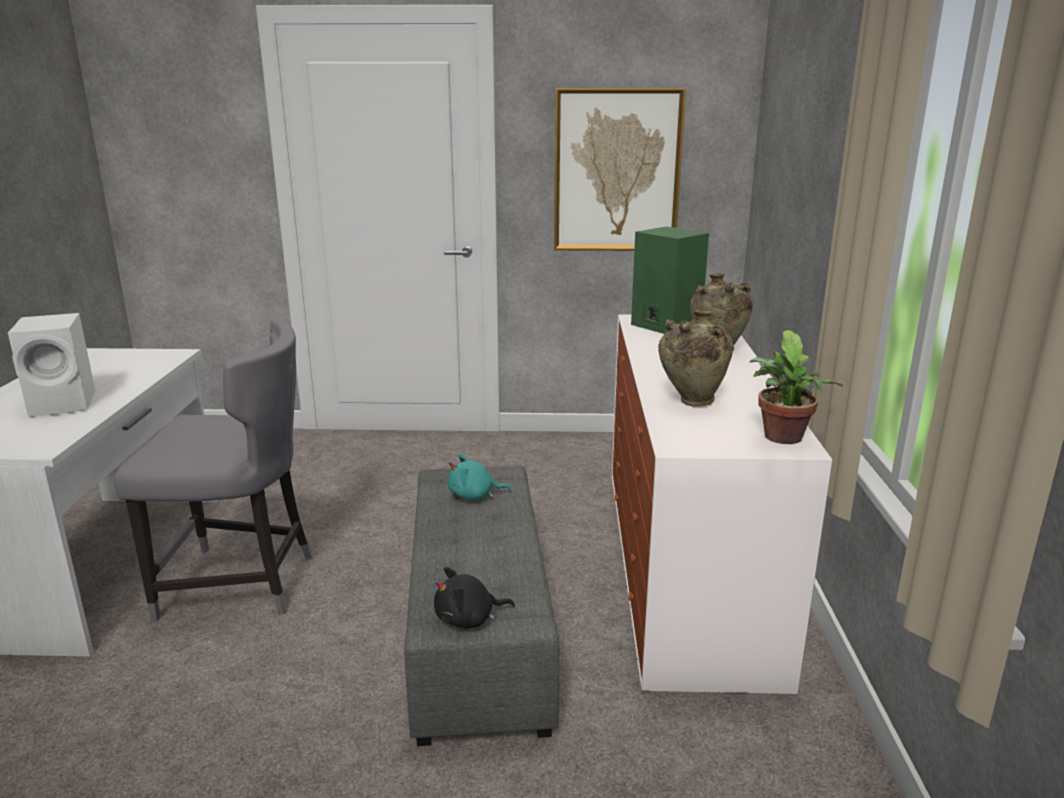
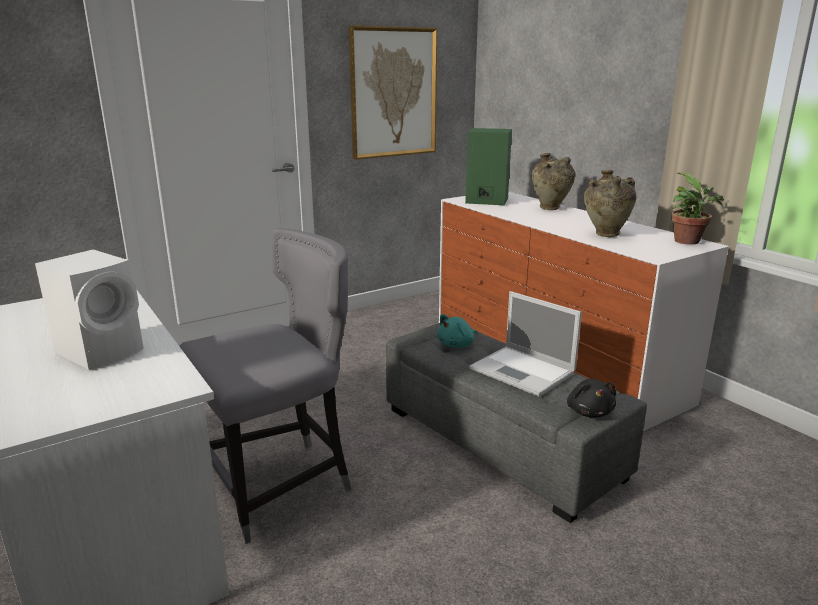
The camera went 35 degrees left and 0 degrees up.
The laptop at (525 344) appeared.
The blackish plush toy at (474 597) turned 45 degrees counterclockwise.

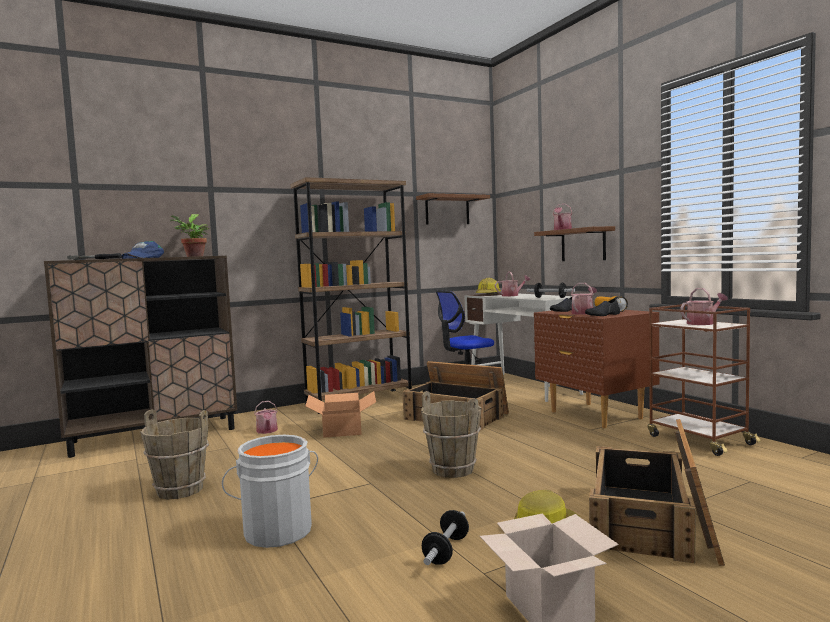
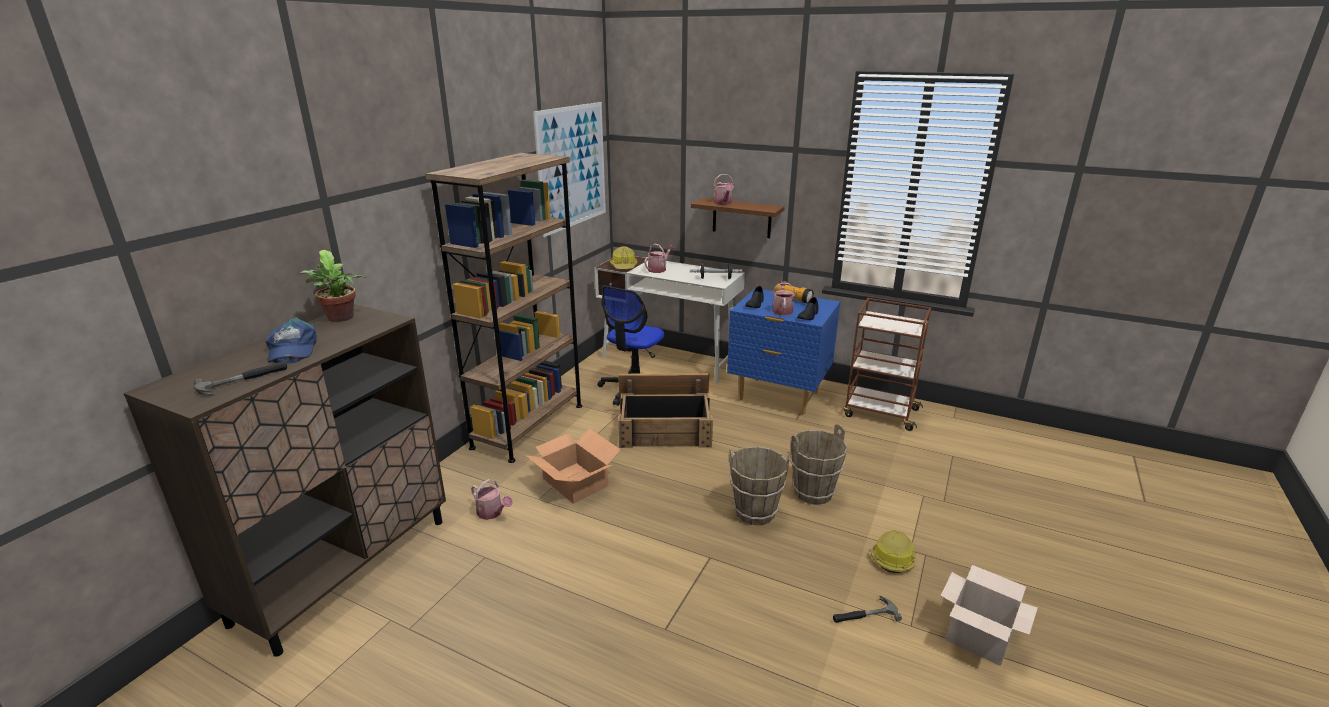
The camera went 35 degrees left and 20 degrees up.
The greyish pail at (270 491) disappeared.
The shipping crate at (657 492) disappeared.
The watering pot at (704 306) disappeared.
The brown pail moved from (174 454) to (819 464).
The brown bracket shelf at (453 208) was replaced by the wall art at (569 169).
The dumbbell at (445 537) was replaced by the hammer at (867 609).
The brown nightstand at (596 367) became the bluish nightstand at (783 351).

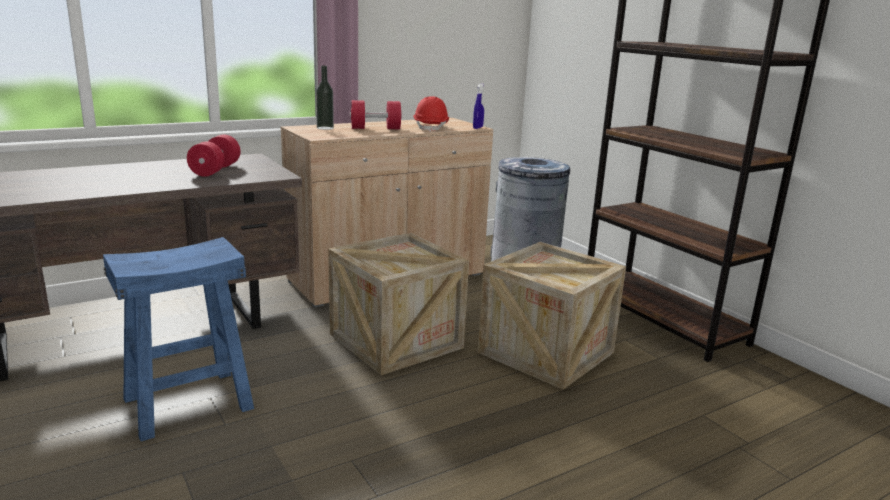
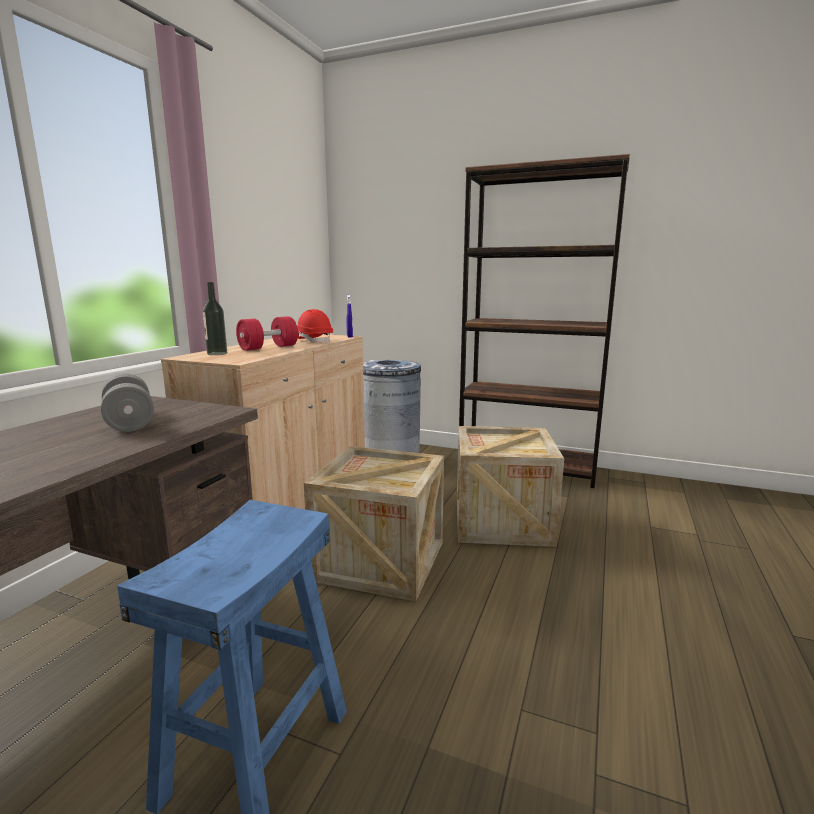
The camera went 35 degrees left and 5 degrees down.
The reddish dumbbell at (213 155) became the greyish dumbbell at (127 402).

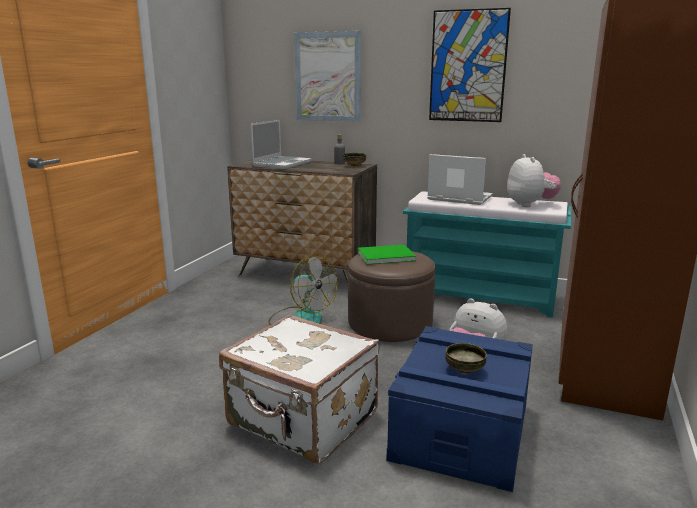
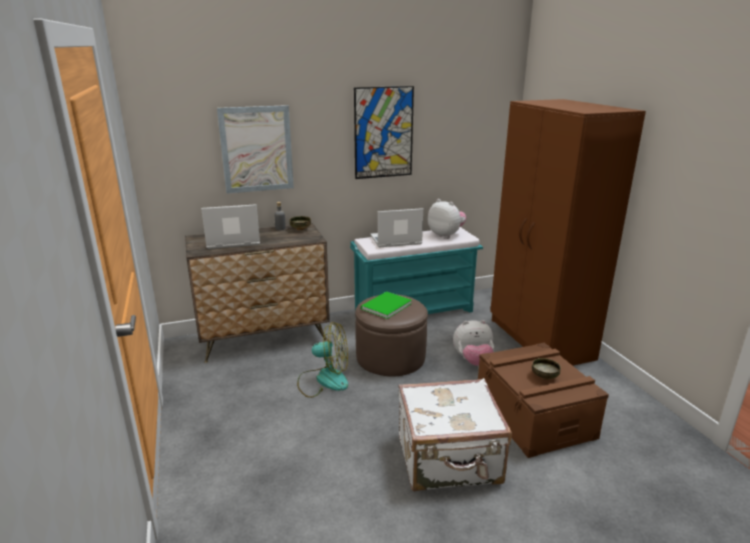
The camera went 40 degrees left and 5 degrees up.
The bluish storage bin at (459 409) became the brown storage bin at (543 400).
The laptop at (281 144) turned 90 degrees counterclockwise.

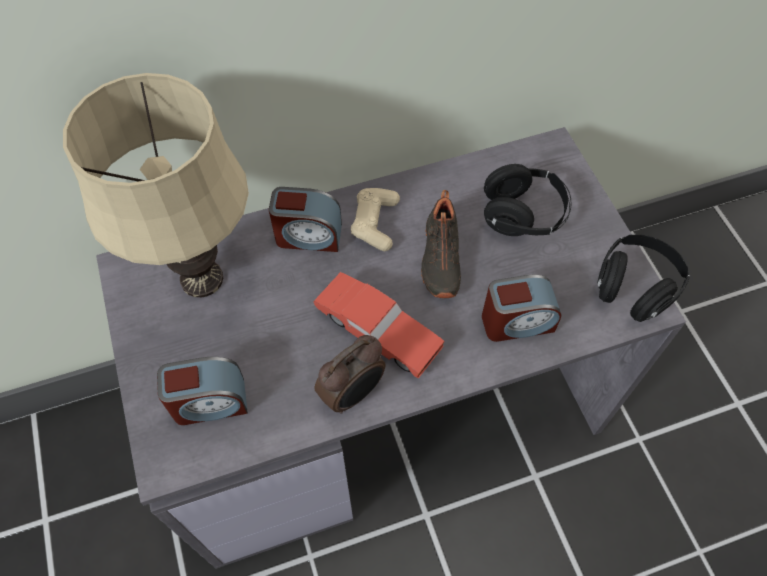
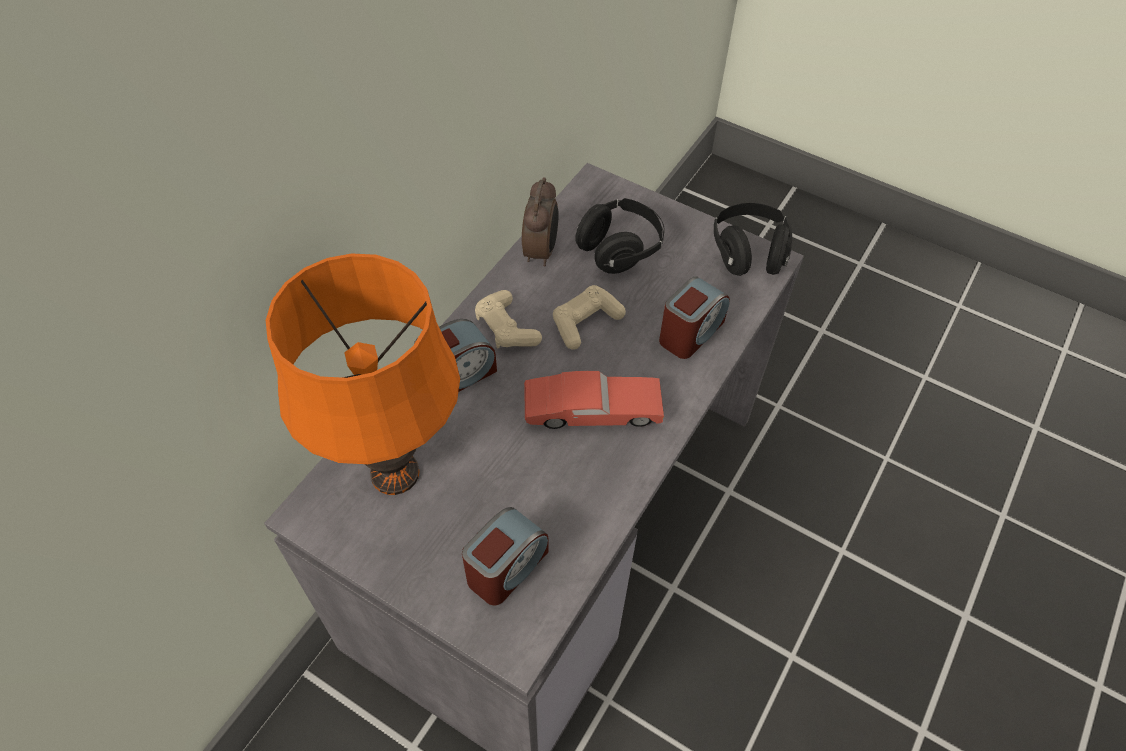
The camera went 40 degrees left and 5 degrees down.
The bedside clock moved from (350 374) to (540 222).
The blackish item of footwear at (441 244) was replaced by the sand-coloured joypad at (589 317).
The sand-coloured tabletop lamp at (156 185) became the orange-coloured tabletop lamp at (363 374).

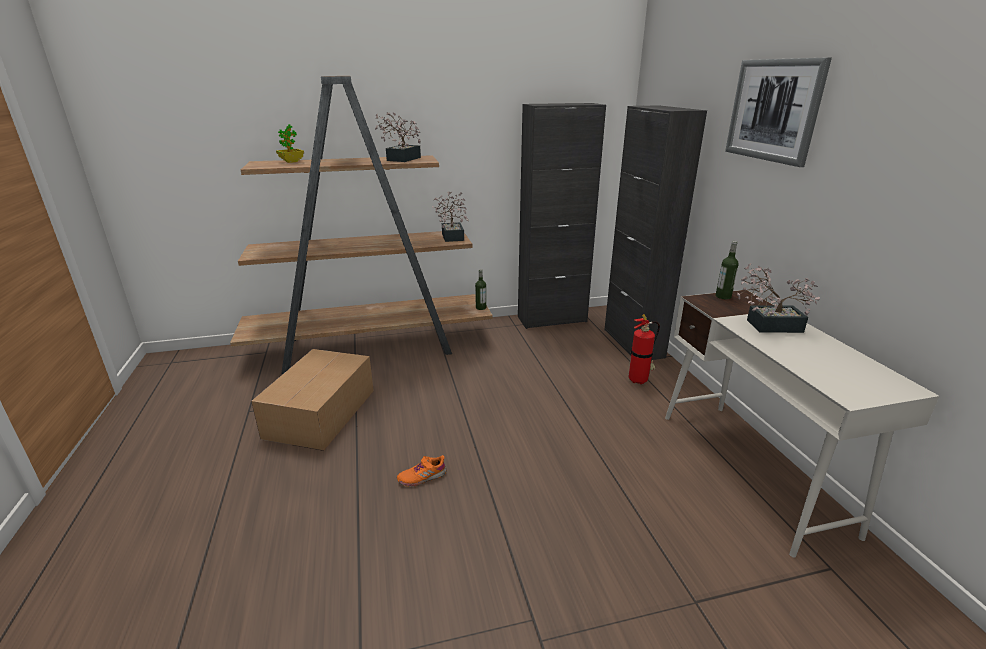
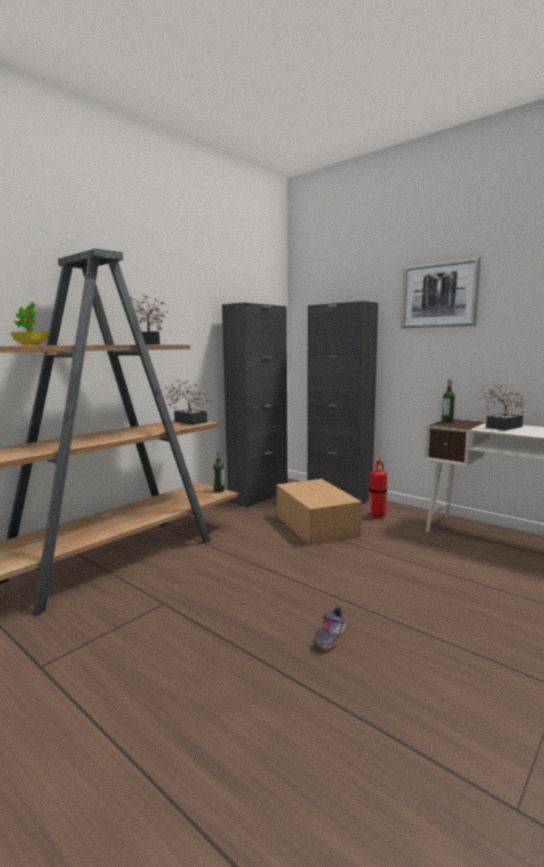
The camera went 35 degrees left and 15 degrees down.
The carton moved from (312 400) to (319 512).
The orange-coloured item of footwear at (421 470) became the greyish item of footwear at (329 628).

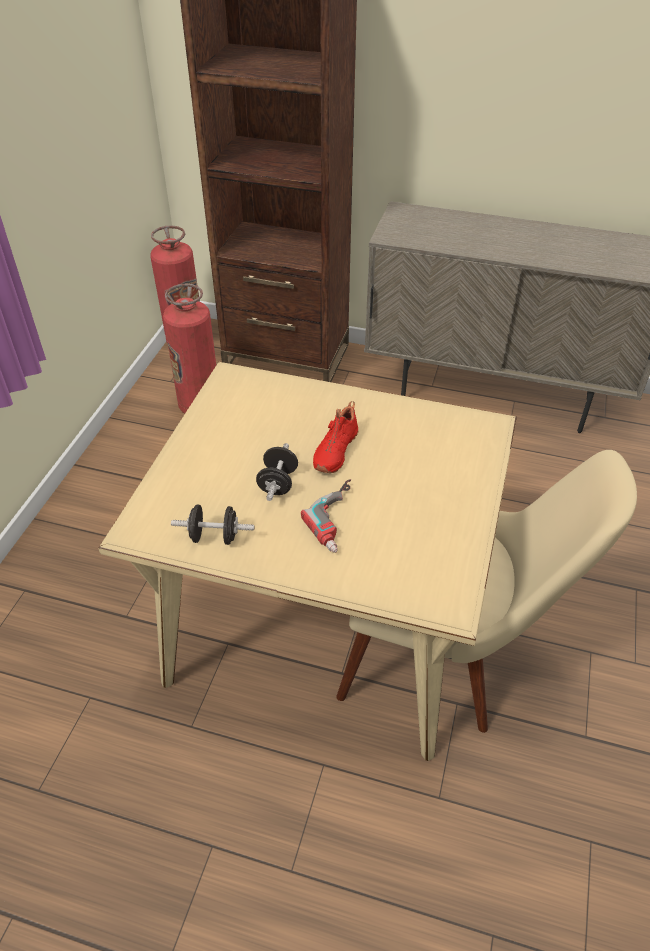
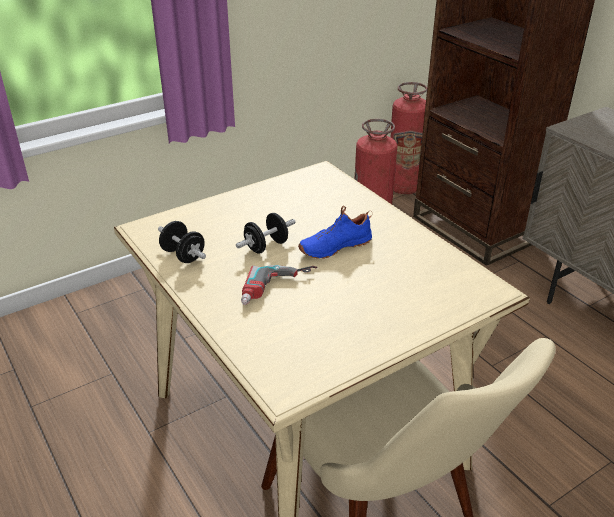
The camera went 40 degrees right and 10 degrees down.
The reddish item of footwear at (335 437) became the bluish item of footwear at (335 232).

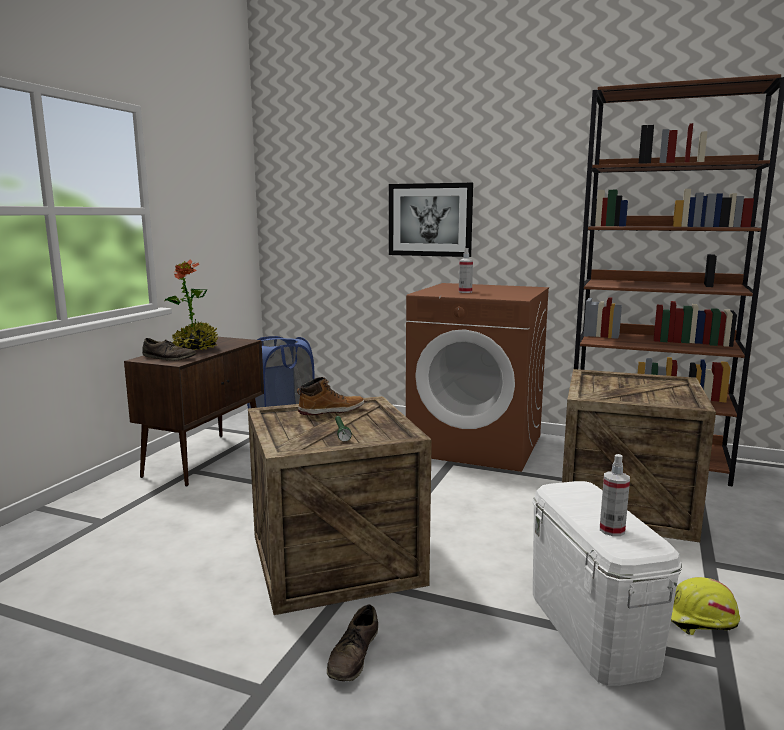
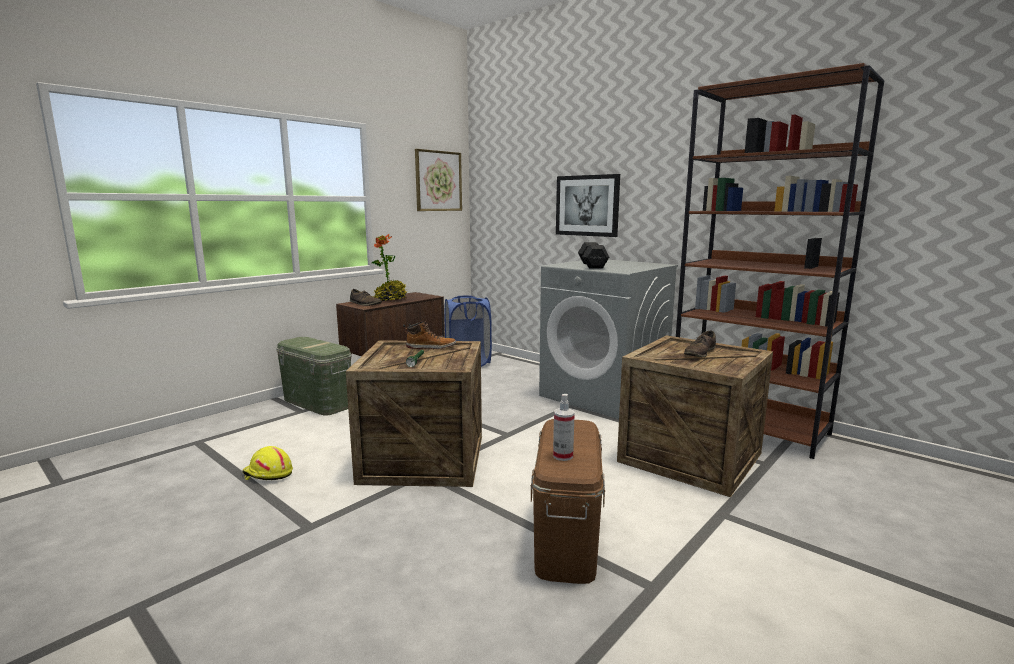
The camera went 20 degrees right and 0 degrees up.
The green-coloured storage bin at (313 376) appeared.
The wall art at (438 180) appeared.
The brown item of footwear moved from (352 642) to (700 343).
The yellowish hard hat moved from (705 606) to (267 463).
The sprayer at (466 270) was replaced by the blackish dumbbell at (593 255).
The brown washing machine at (477 377) became the greyish washing machine at (608 339).
The white storage bin at (607 583) became the brown storage bin at (568 501).

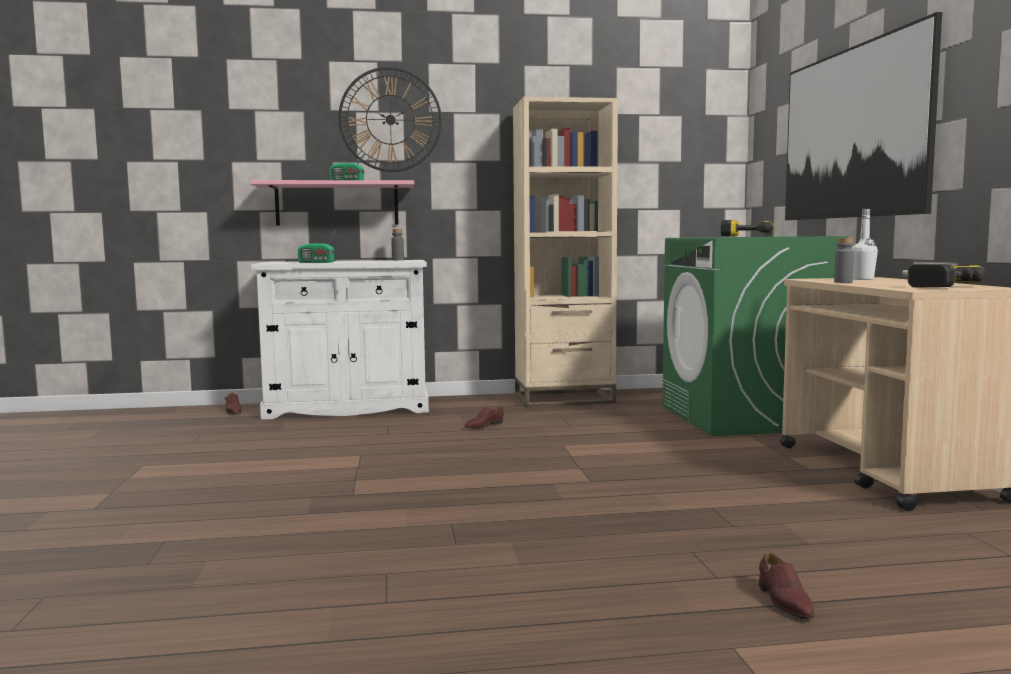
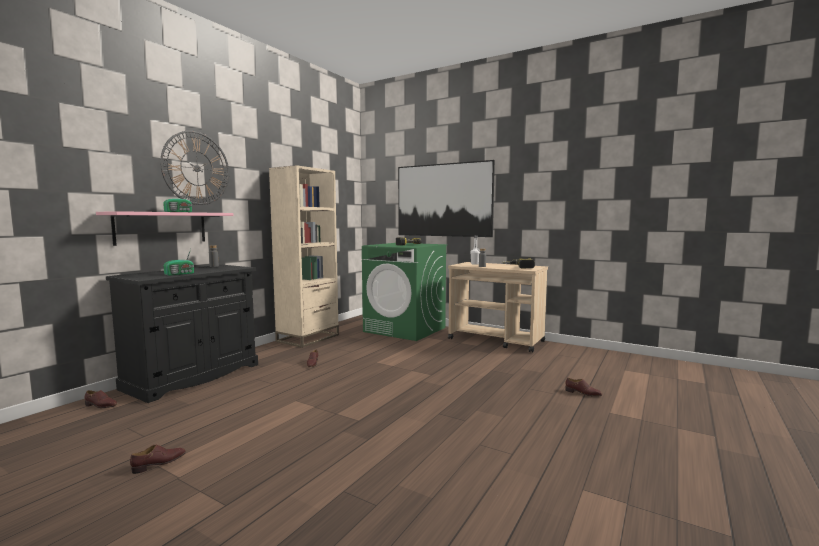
The camera went 50 degrees left and 0 degrees up.
The brown item of footwear at (158 459) appeared.
The white storage cabinet at (340 340) became the blackish storage cabinet at (182 334).

